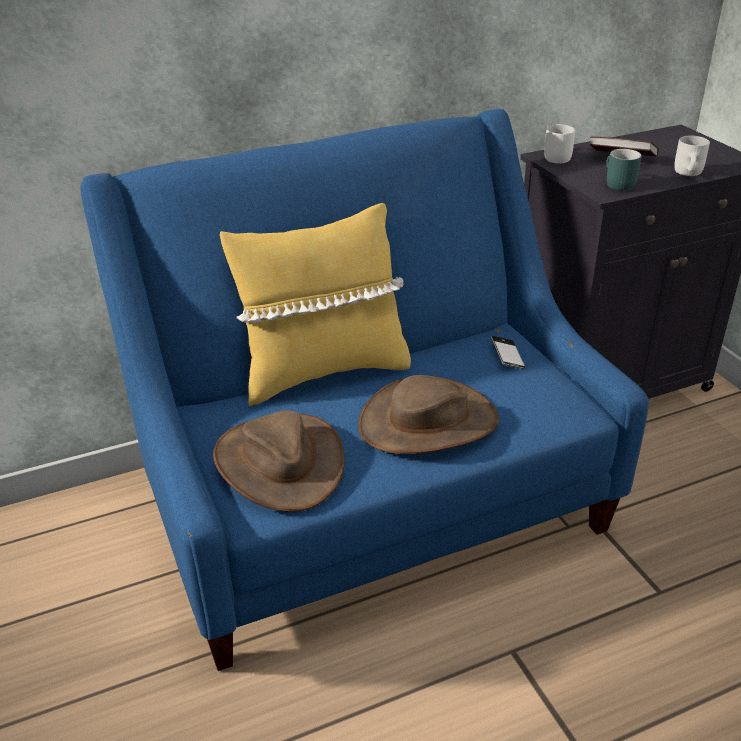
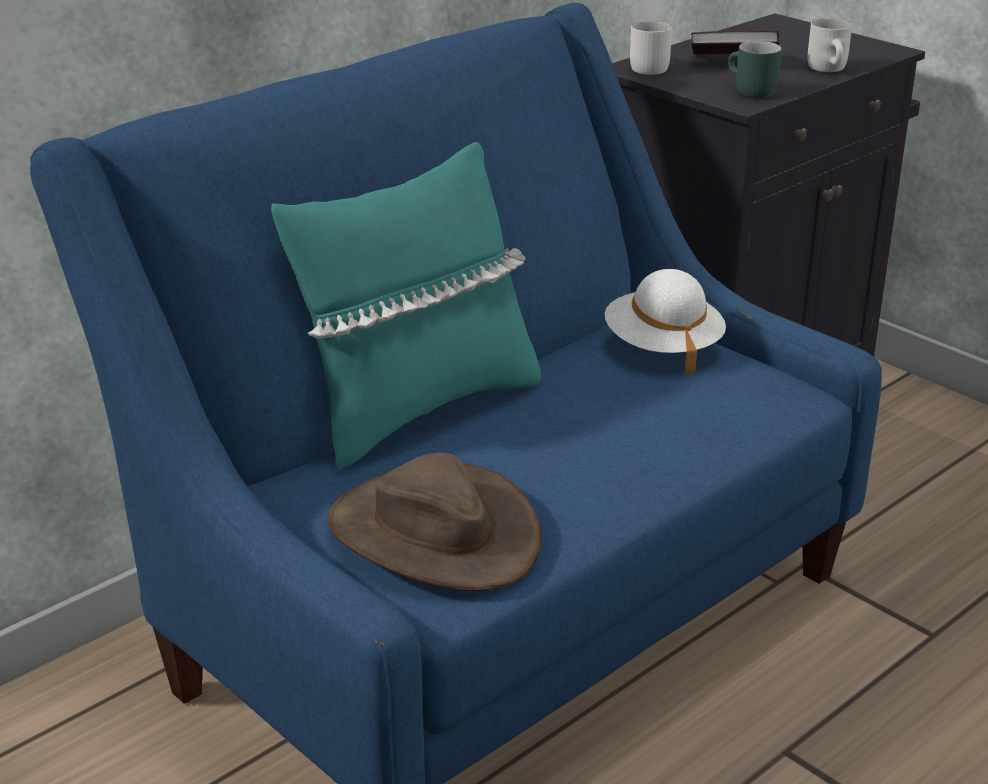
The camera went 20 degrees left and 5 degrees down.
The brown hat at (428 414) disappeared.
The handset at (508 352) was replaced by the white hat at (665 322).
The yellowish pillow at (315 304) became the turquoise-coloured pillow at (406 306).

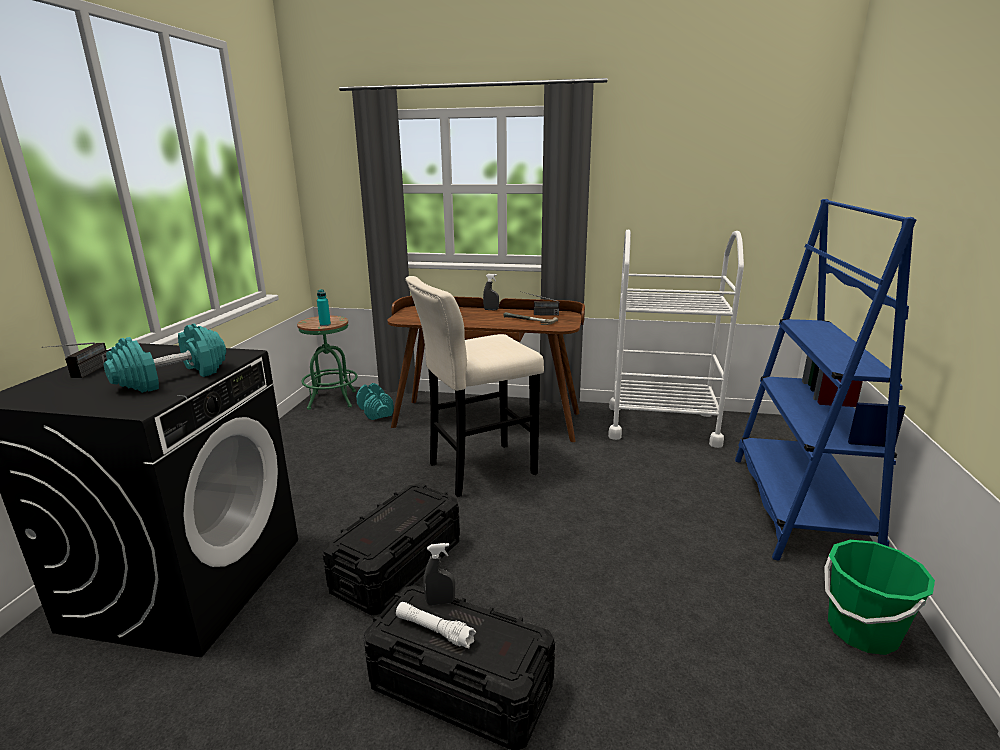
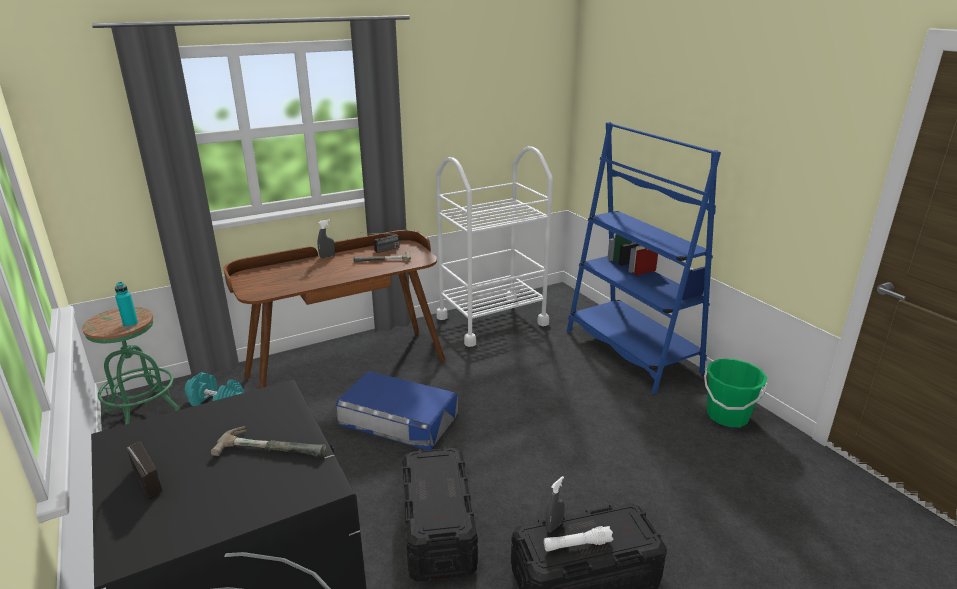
The camera went 40 degrees left and 5 degrees up.
The turquoise-coloured dumbbell at (165 358) was replaced by the hammer at (269 441).
The sand-coloured sitting stool at (474 386) was replaced by the bluish storage bin at (397 410).

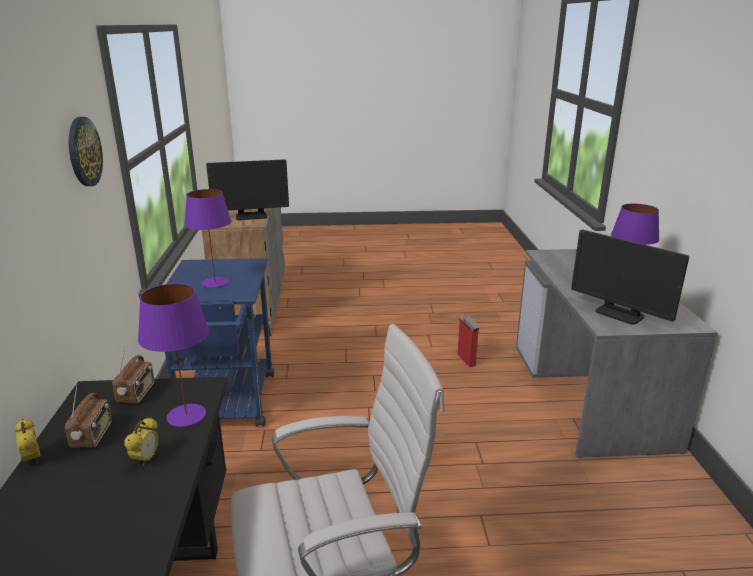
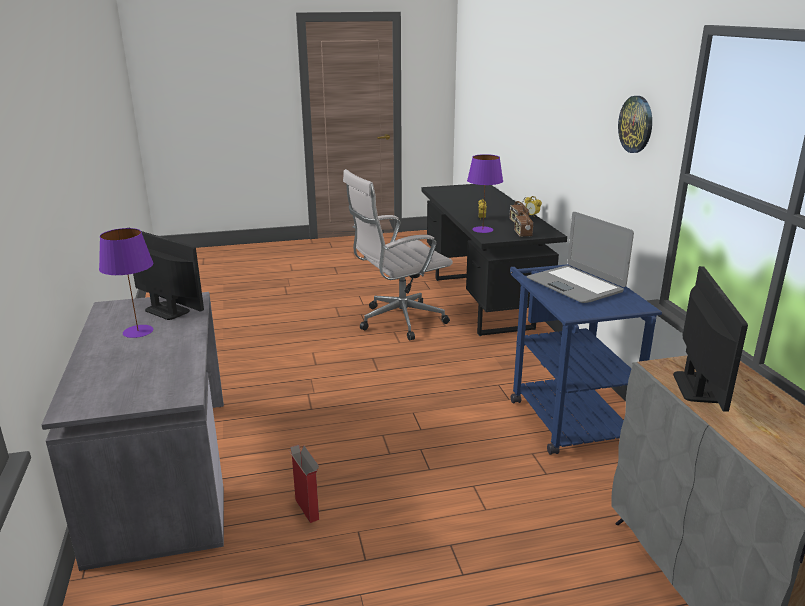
The camera went 170 degrees right and 0 degrees up.
The purple tabletop lamp at (207 238) was replaced by the laptop at (580 257).
The computer display at (247 189) turned 120 degrees clockwise.

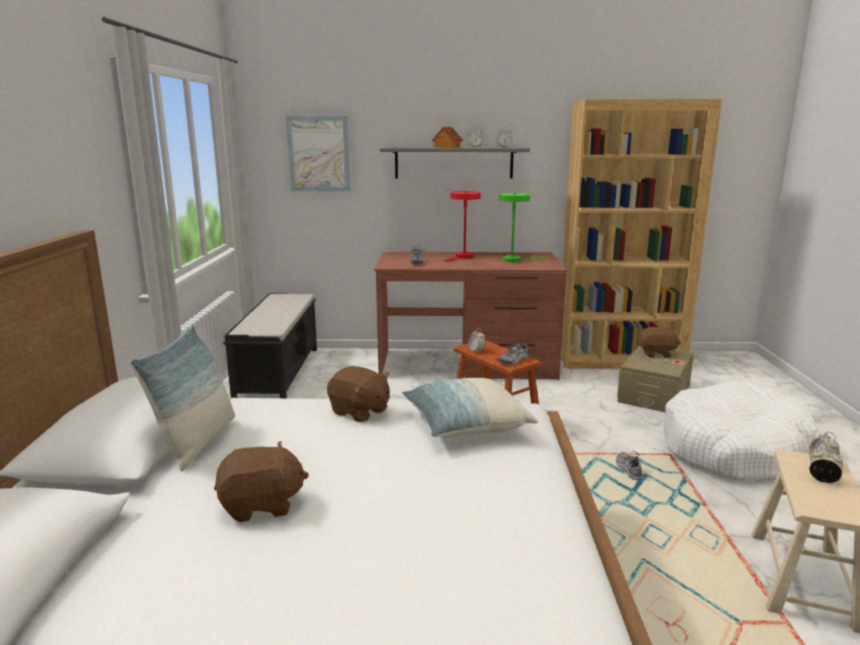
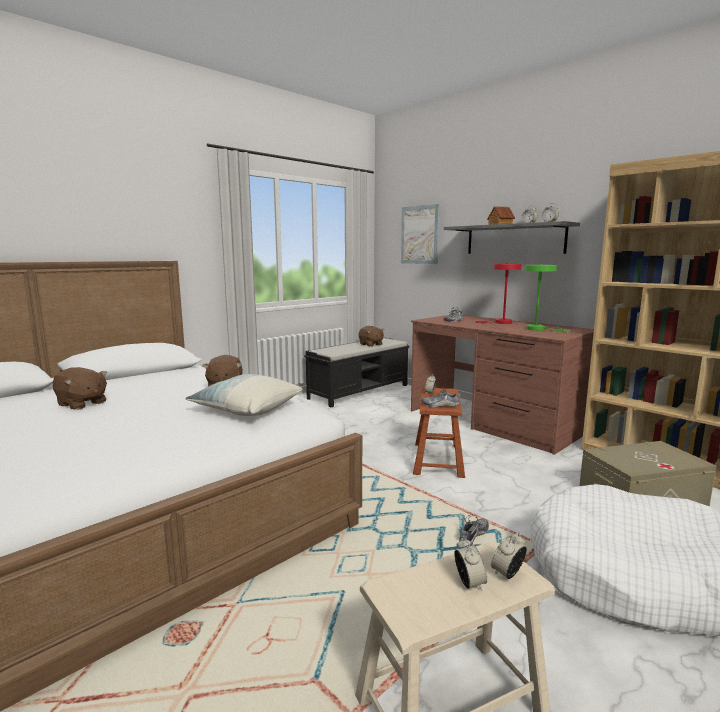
The camera went 45 degrees right and 5 degrees down.
The pillow at (182 398) disappeared.
The brown plush toy moved from (659 342) to (371 336).

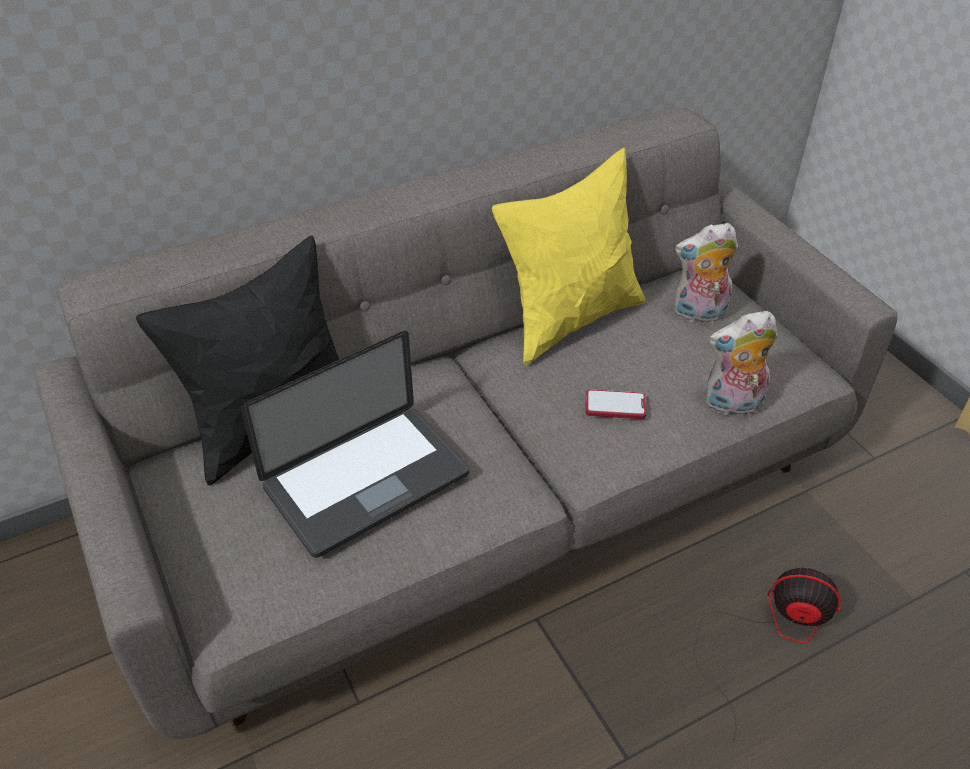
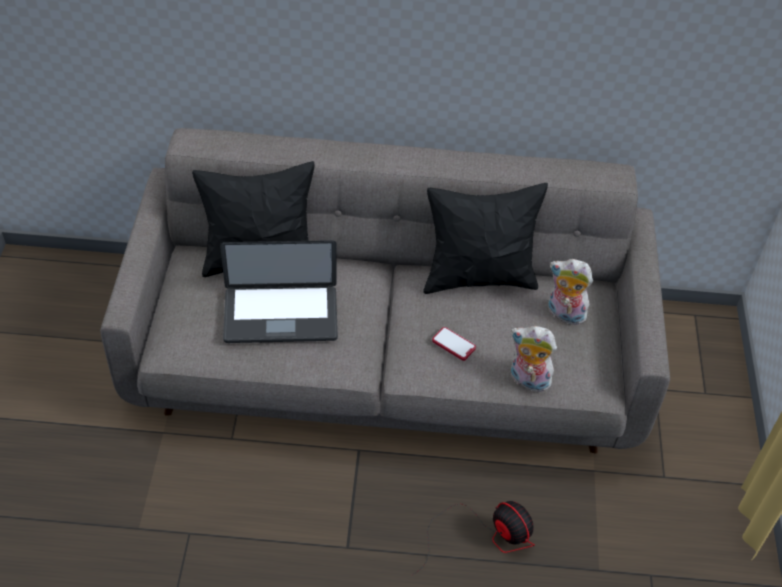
The camera went 30 degrees right and 5 degrees up.
The yellowish pillow at (568 257) became the blackish pillow at (486 238).

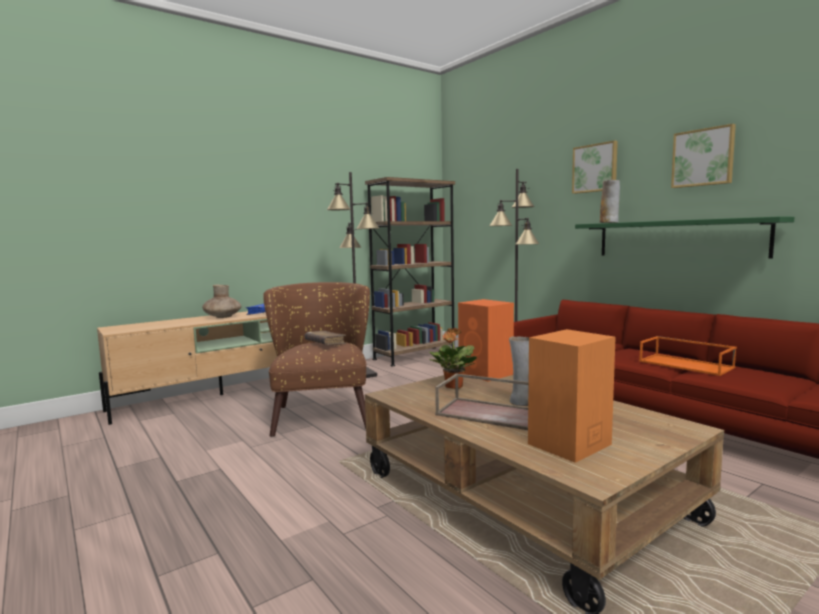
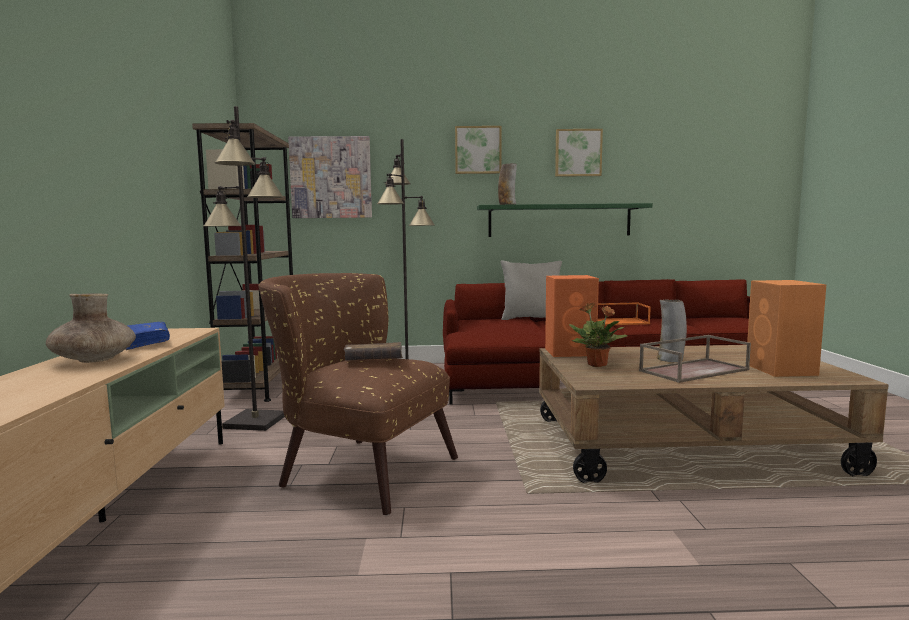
The camera went 55 degrees left and 0 degrees up.
The wall art at (330 177) appeared.
The greyish pillow at (531 290) appeared.

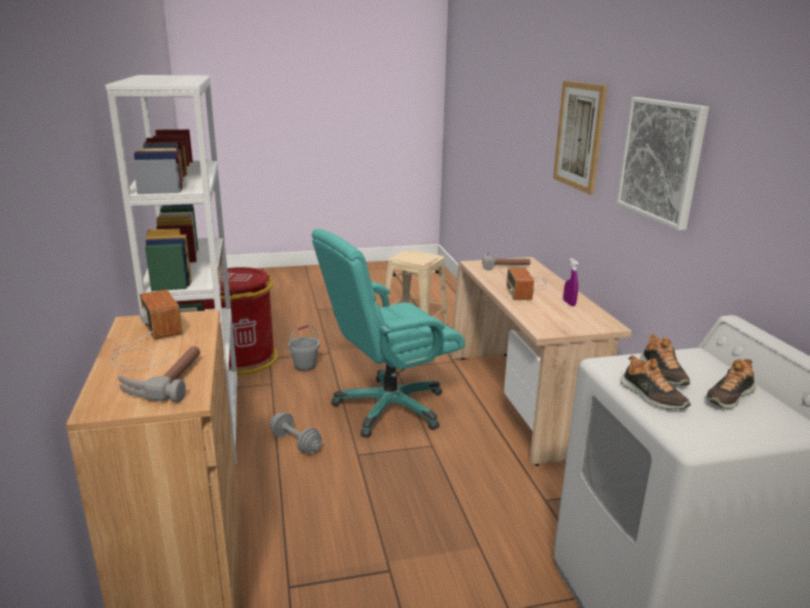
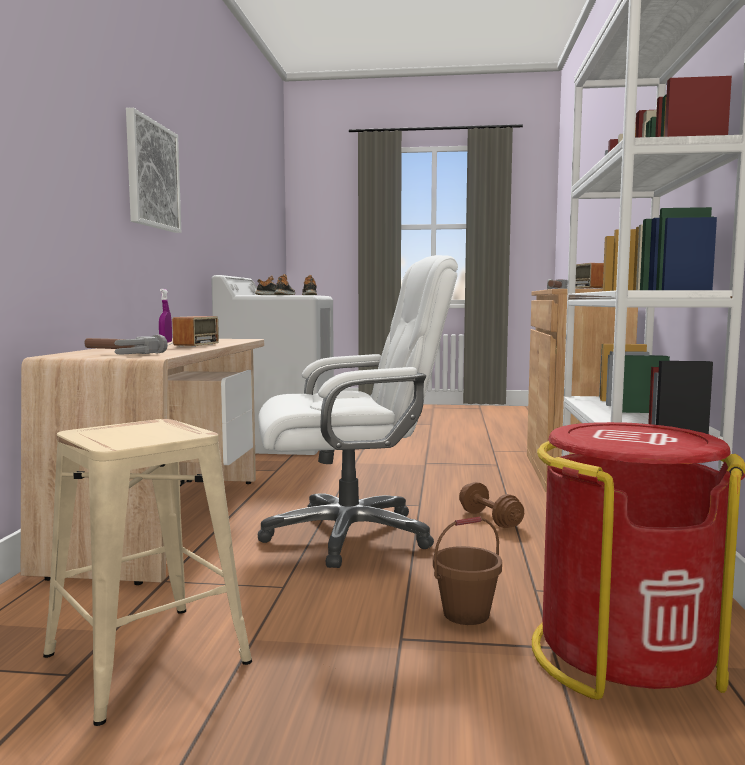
The camera went 160 degrees left and 15 degrees down.
The wall art at (580 138) disappeared.
The greyish dumbbell at (296 433) became the brown dumbbell at (491 505).
The greyish pail at (304 347) became the brown pail at (467 571).
The turquoise-coloured computer chair at (388 333) became the white computer chair at (358 411).

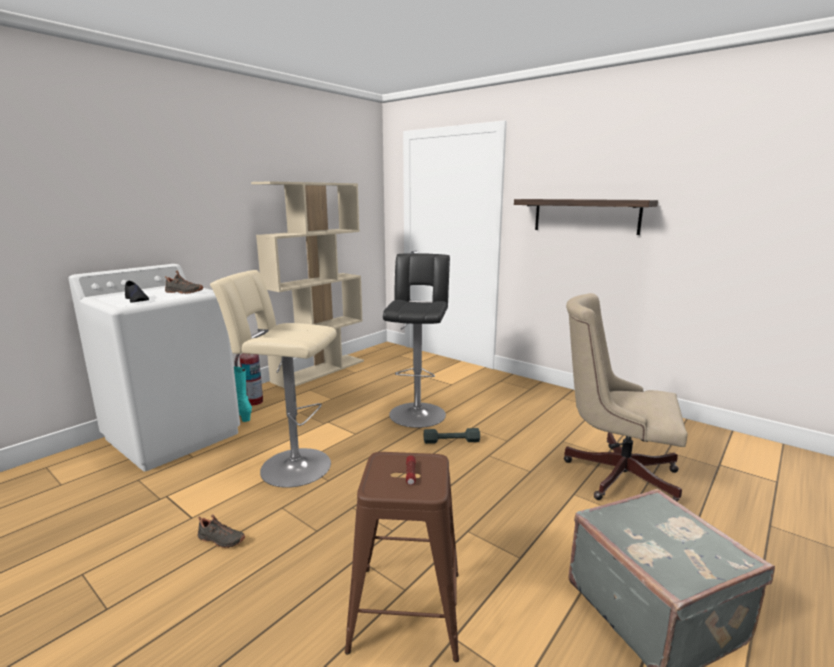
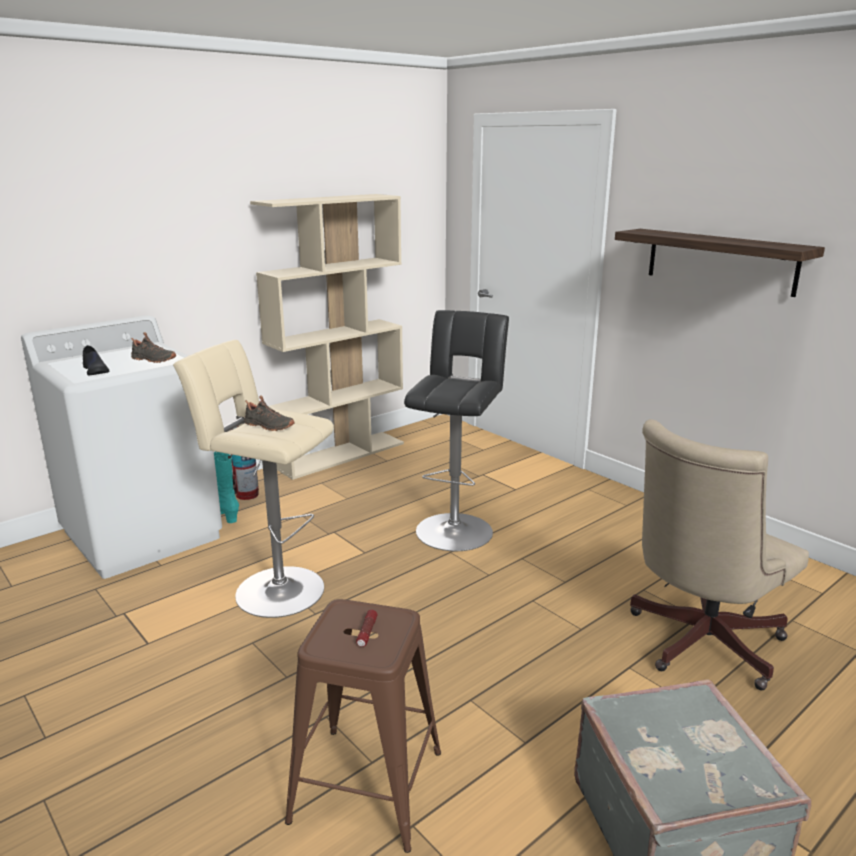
The camera went 10 degrees right and 5 degrees up.
The greyish dumbbell at (451 436) disappeared.
The blackish item of footwear moved from (221 531) to (269 413).
The sand-coloured computer chair at (626 397) turned 75 degrees counterclockwise.

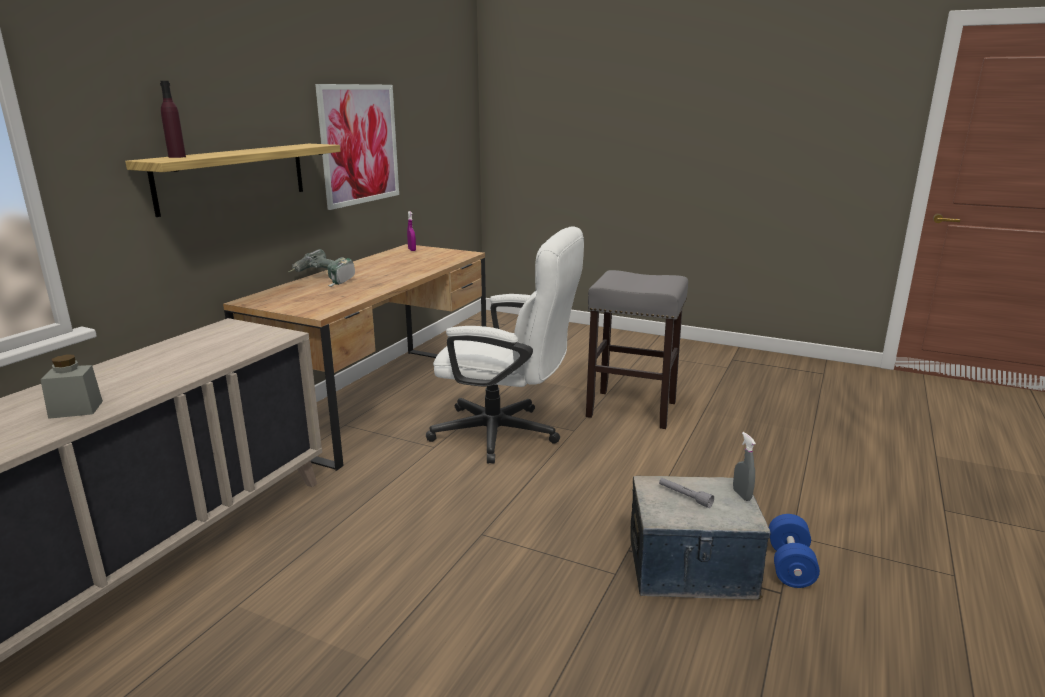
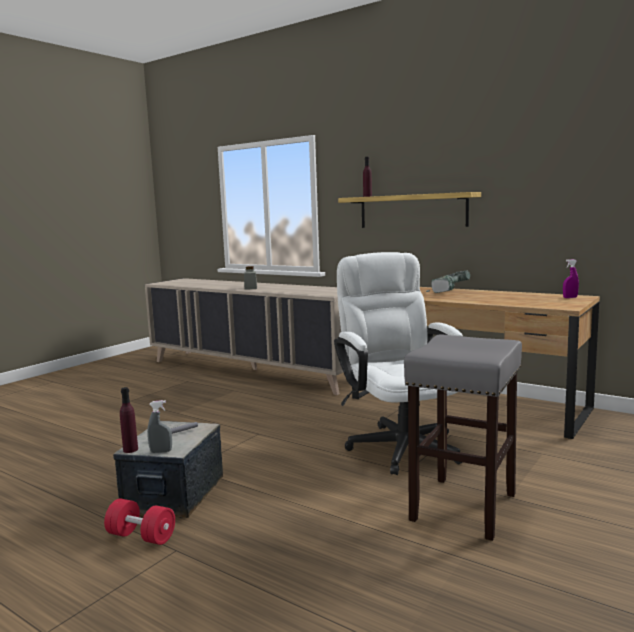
The camera went 100 degrees right and 10 degrees down.
The wall art at (357 147) disappeared.
The purple bottle at (129 420) appeared.
The bluish dumbbell at (794 551) became the reddish dumbbell at (139 522).
The white computer chair at (505 345) turned 135 degrees clockwise.

